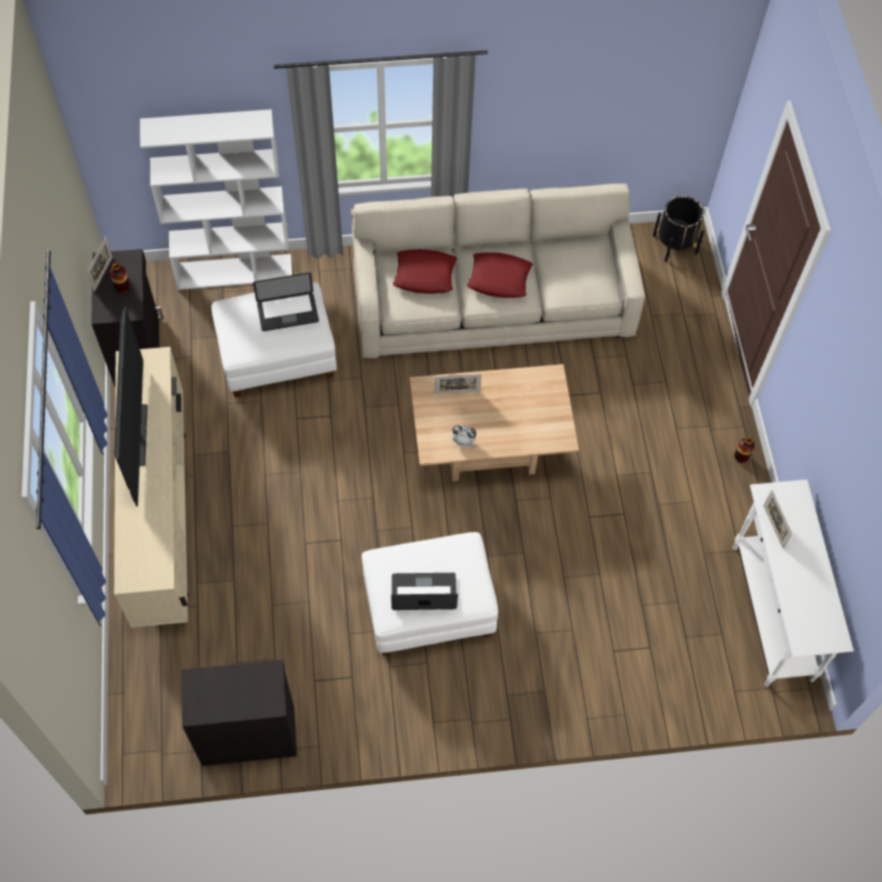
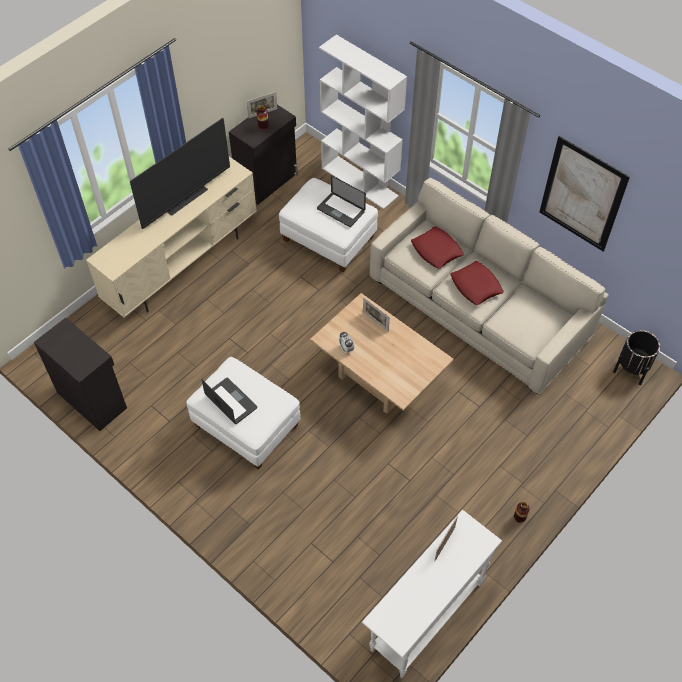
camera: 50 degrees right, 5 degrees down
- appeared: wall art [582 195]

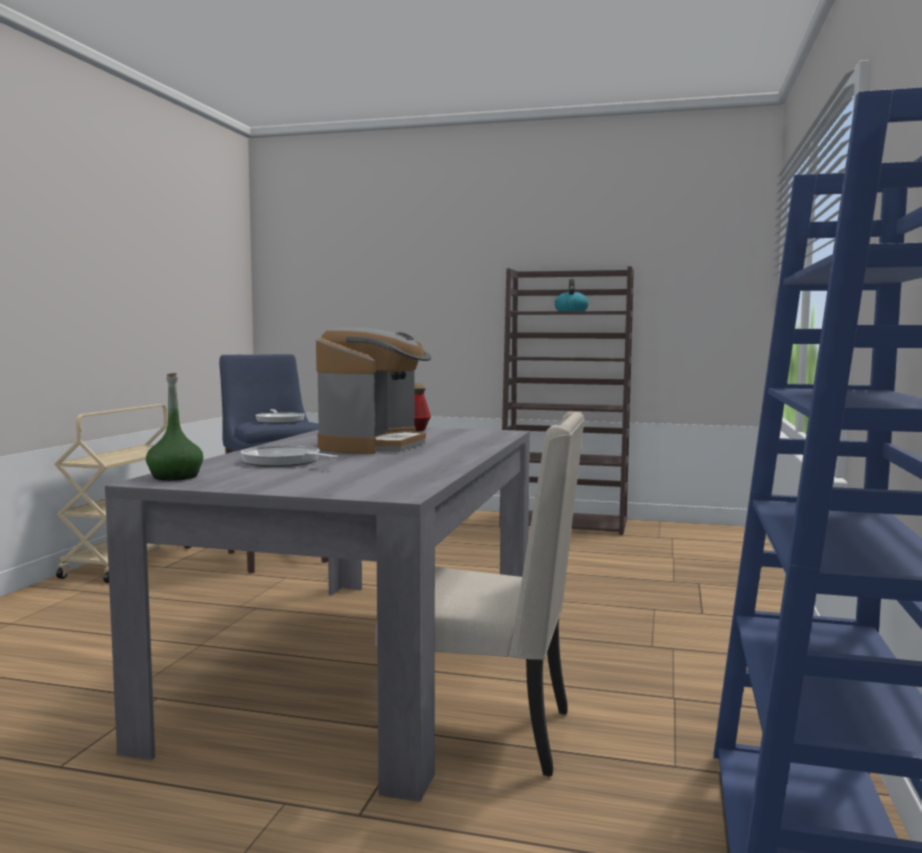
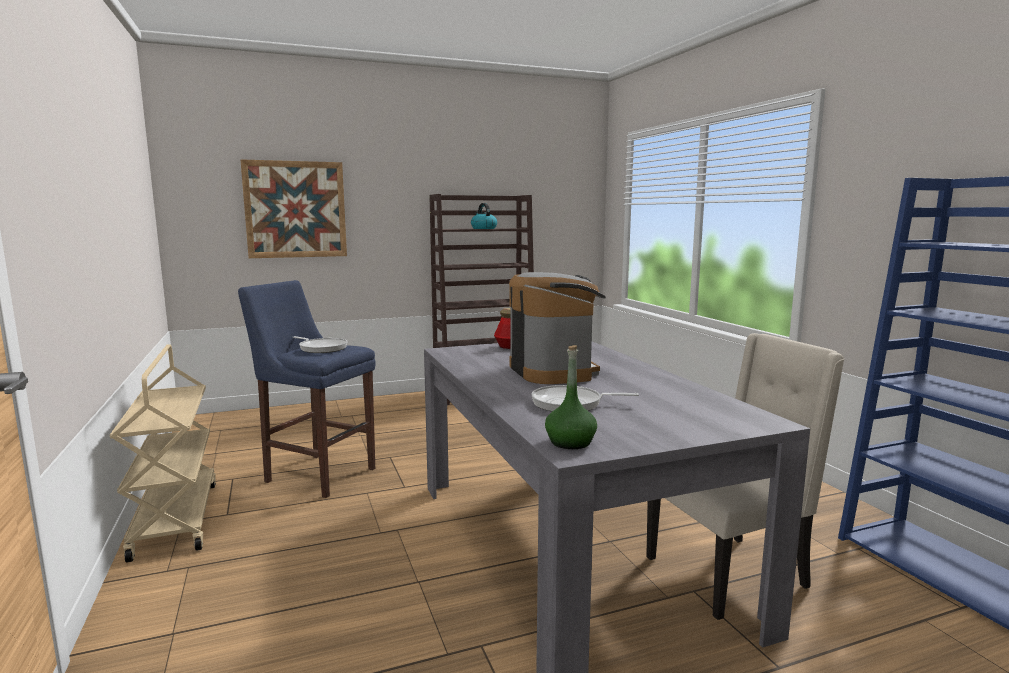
camera: 35 degrees left, 5 degrees up
- appeared: wall art [295 209]

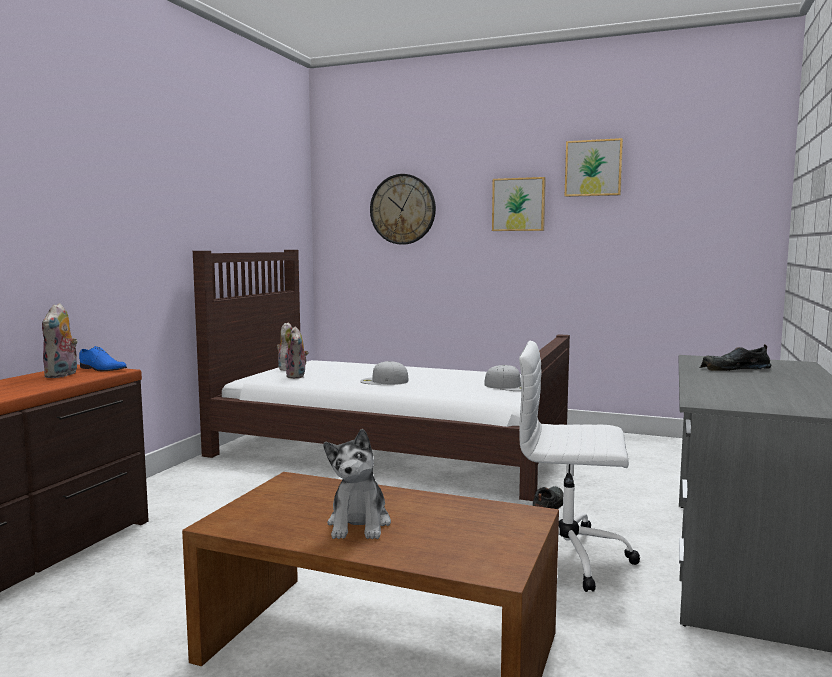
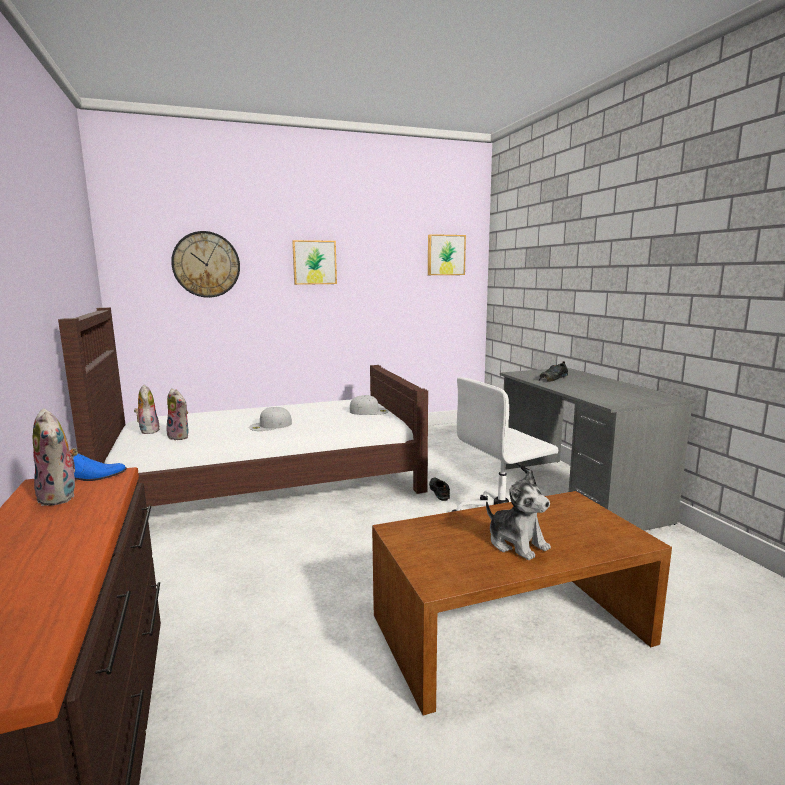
camera: 40 degrees left, 5 degrees up
- relocated: wall art [593 168] to [445 255]

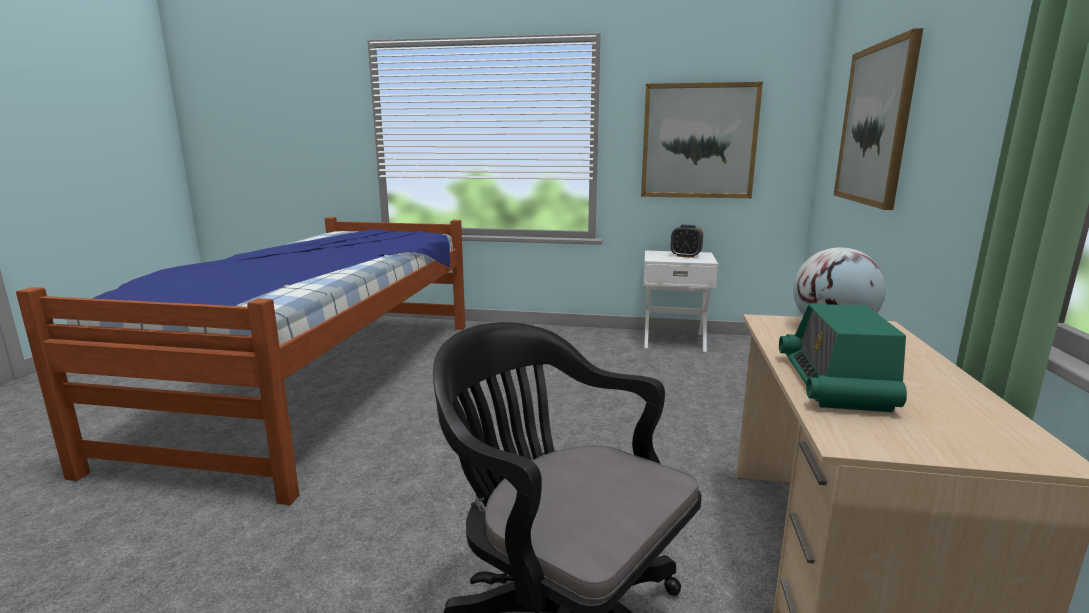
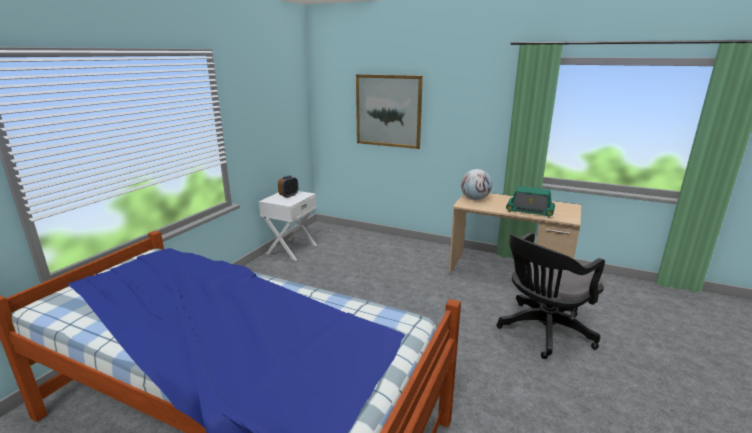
camera: 75 degrees left, 5 degrees up
- missing: wall art [698 141]

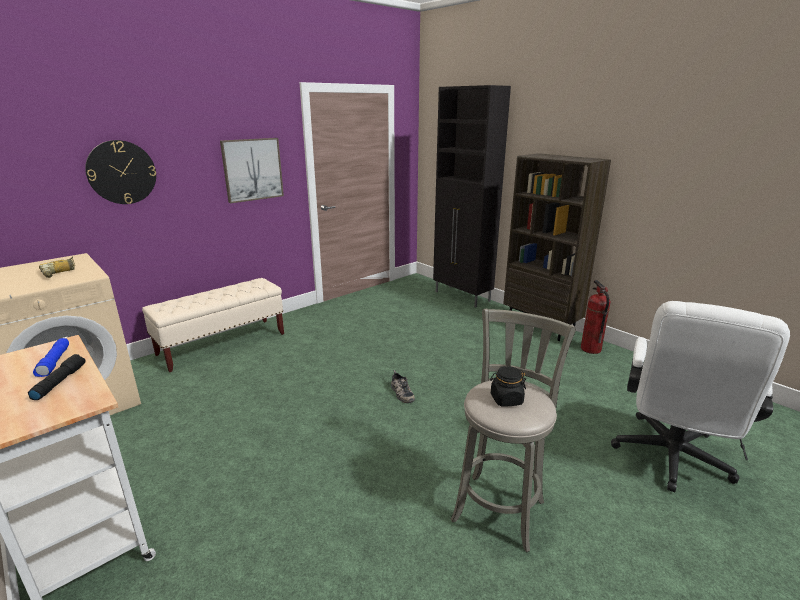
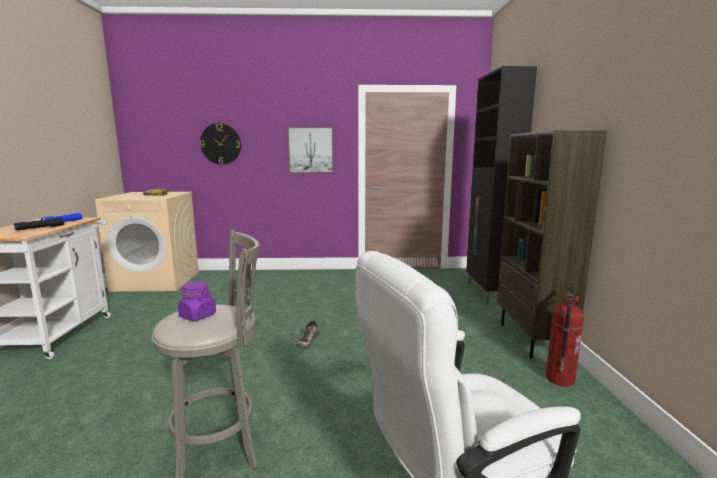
camera: 40 degrees right, 10 degrees down
- colour: black storage jar [506 399] to purple storage jar [197 316]
- missing: beige bench [222 344]

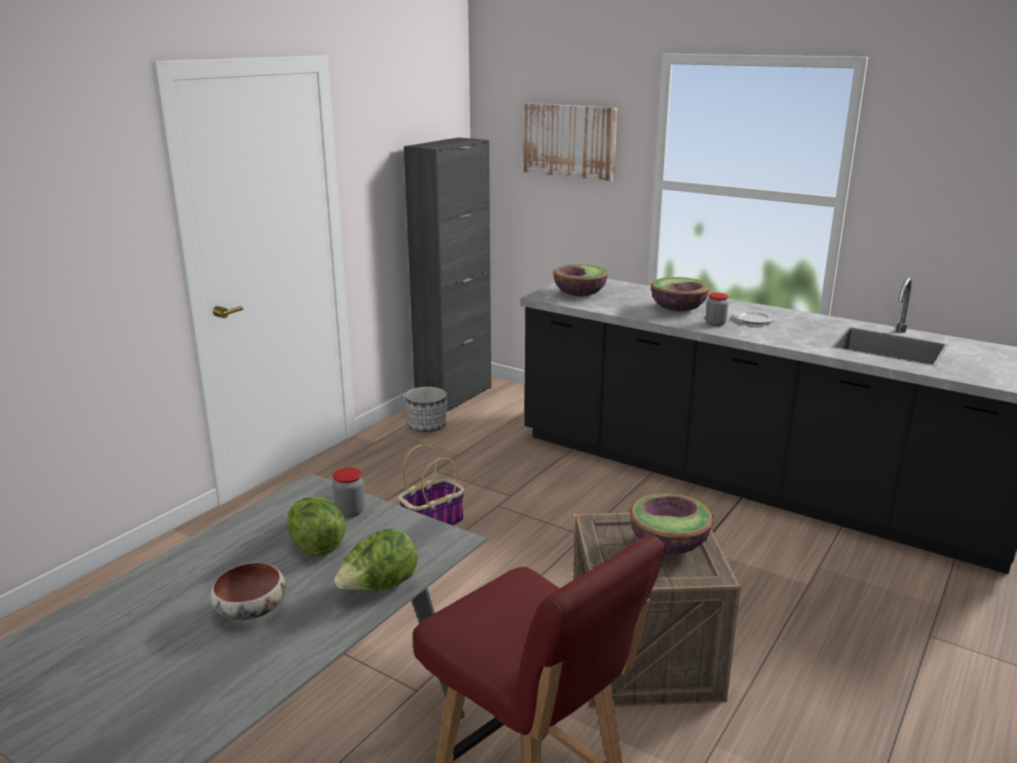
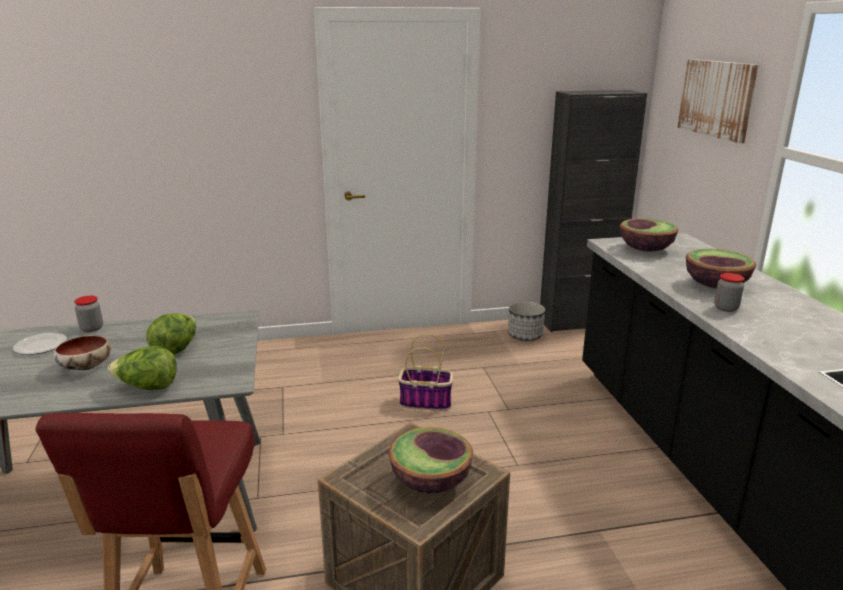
camera: 45 degrees right, 0 degrees up
- relocated: dinner plate [754 319] to [41 347]
- relocated: storage jar [350 512] to [92 328]

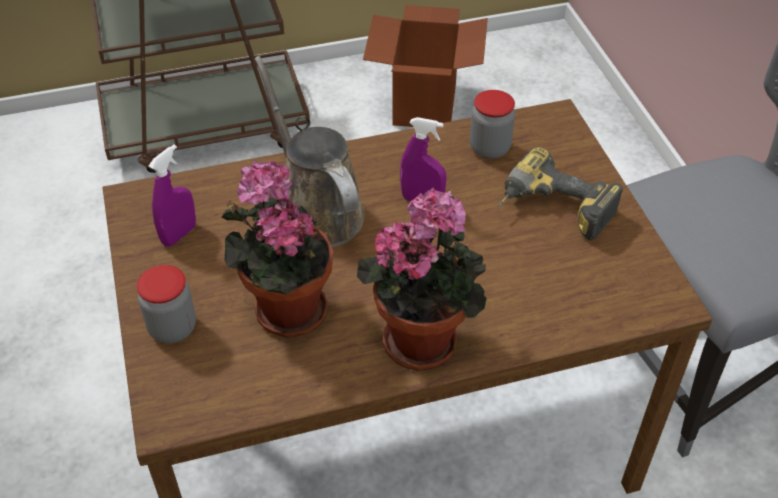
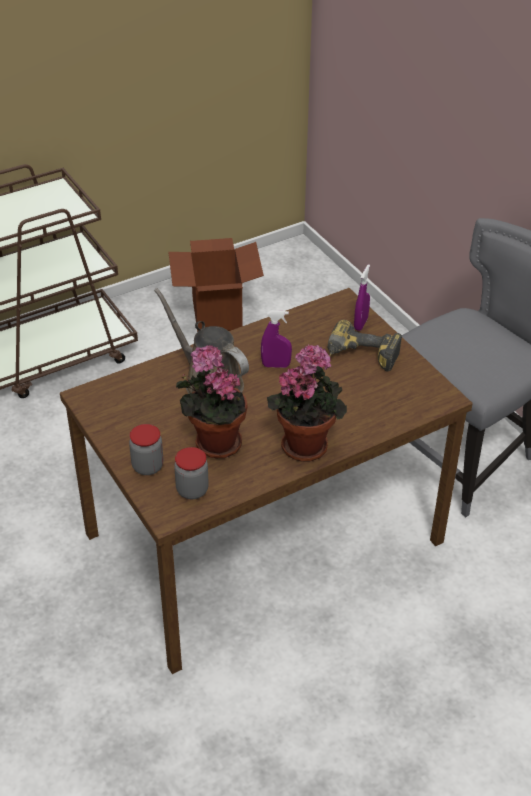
camera: 15 degrees left, 5 degrees down
- relocated: storage jar [489 148] to [192 490]
- relocated: purple sprayer [179 234] to [360 324]

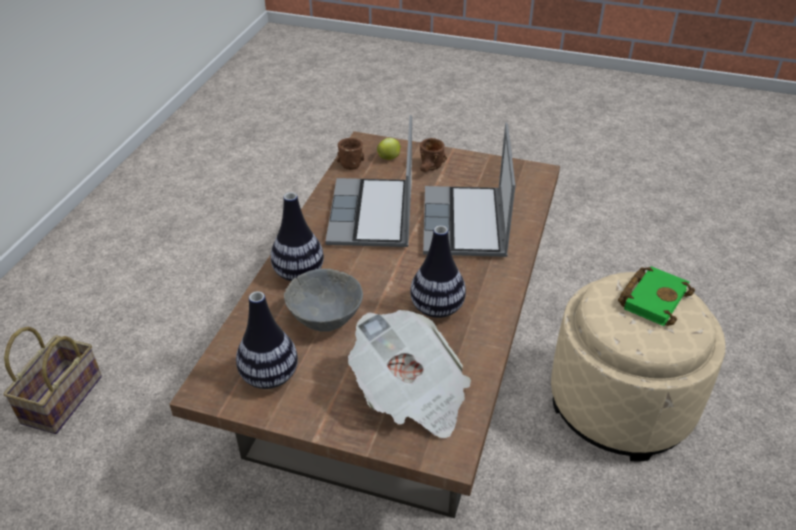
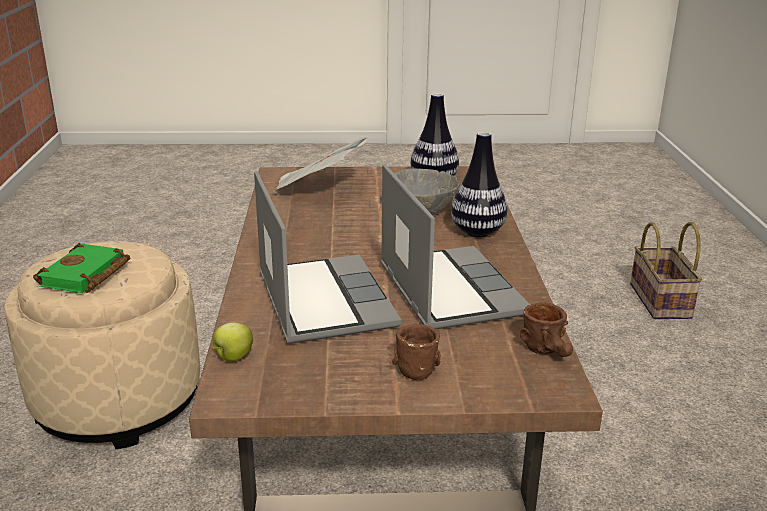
camera: 160 degrees right, 15 degrees down
- relocated: apple [389 158] to [233 357]
- missing: decorative vase [437 308]

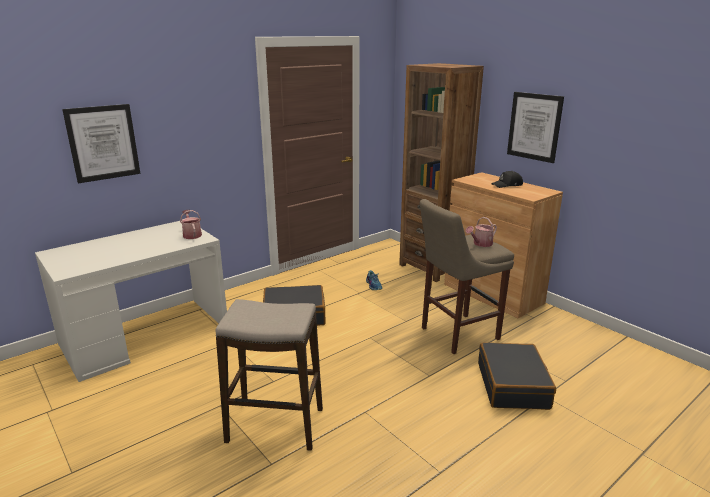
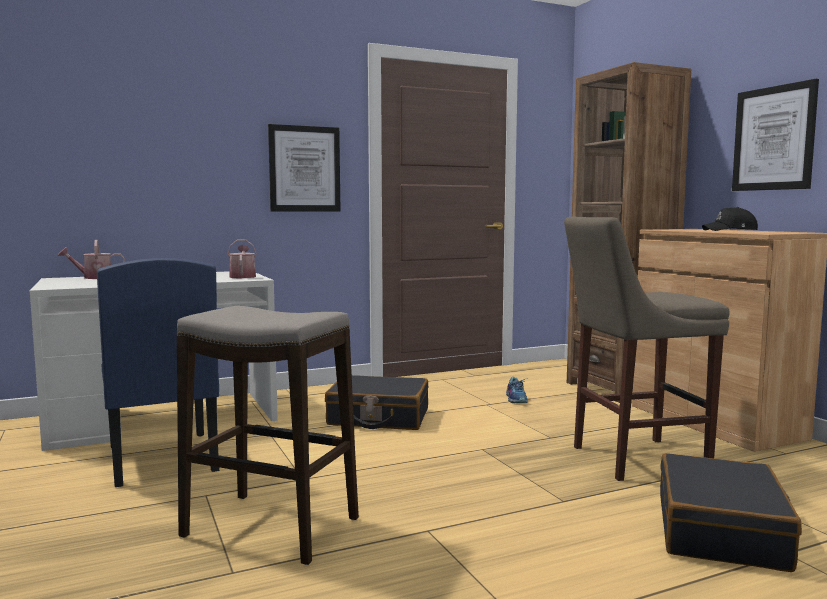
camera: 15 degrees right, 15 degrees down
- relocated: sprinkling can [480 244] to [93 277]
- appeared: blue upright chair [161 458]
- relocated: wall art [103 143] to [304 169]

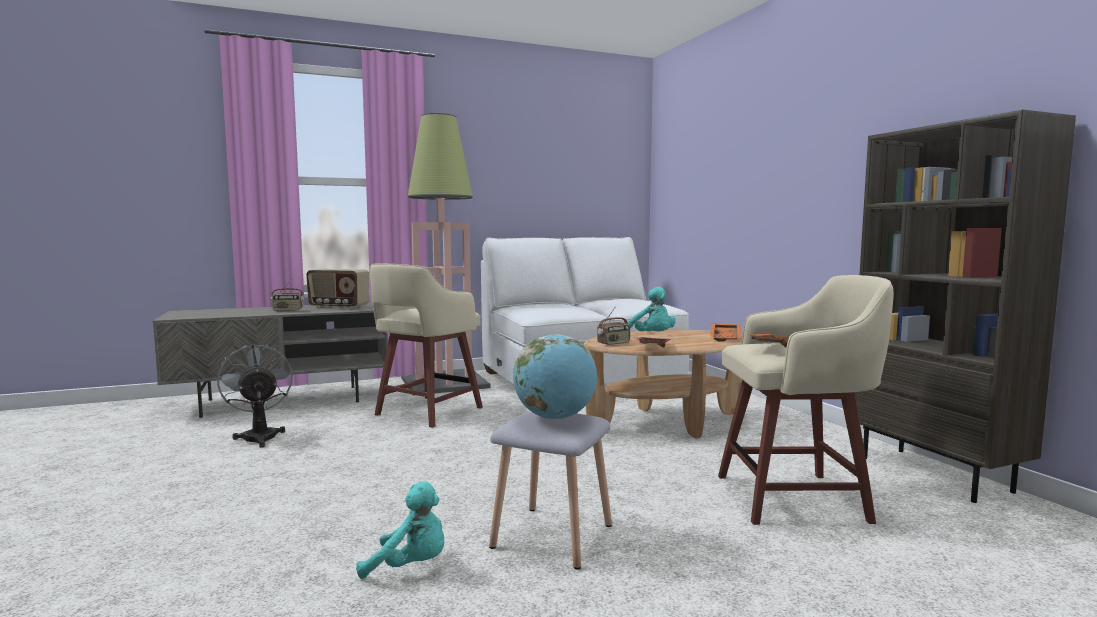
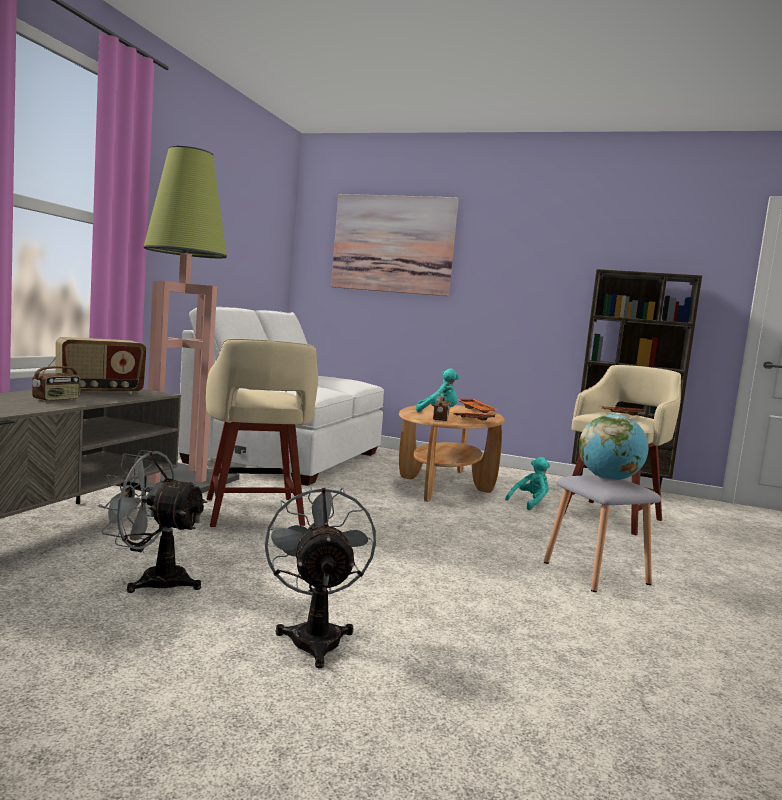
camera: 50 degrees left, 0 degrees up
- appeared: gray fan [315 636]
- appeared: wall art [393 244]
- relocated: turquoise-coloured soft toy [410 566] to [530 503]

